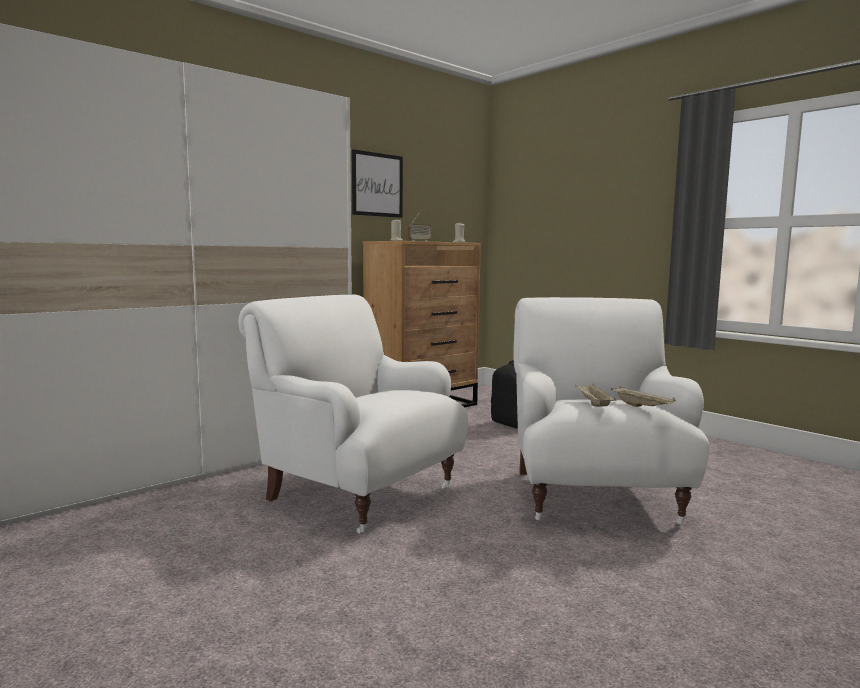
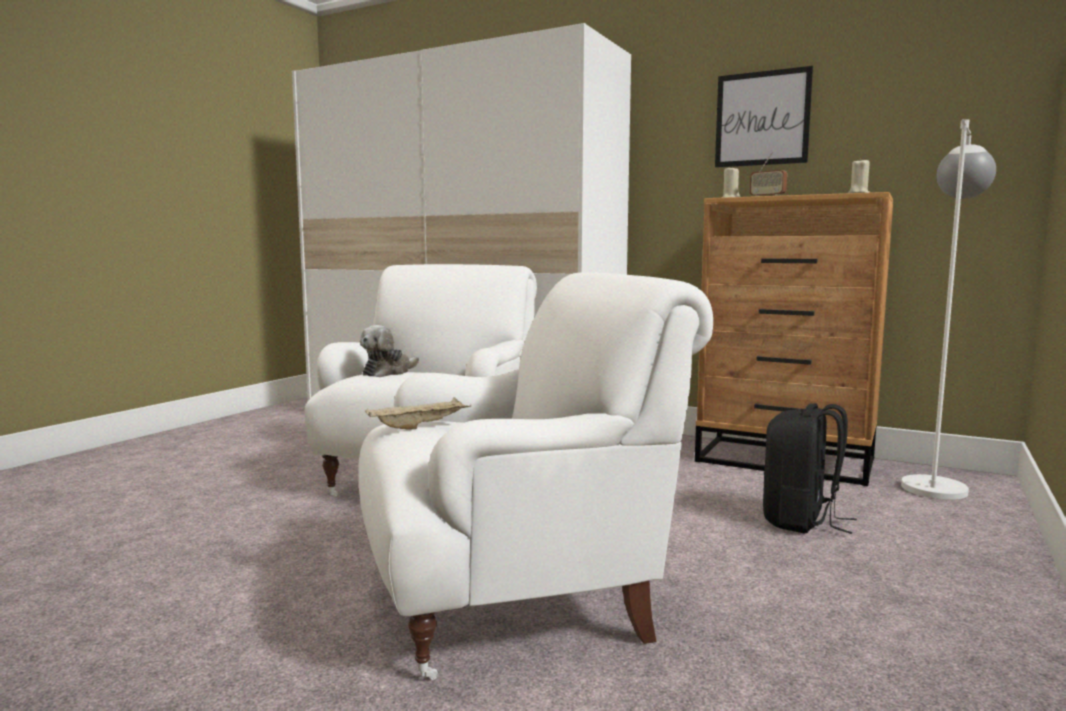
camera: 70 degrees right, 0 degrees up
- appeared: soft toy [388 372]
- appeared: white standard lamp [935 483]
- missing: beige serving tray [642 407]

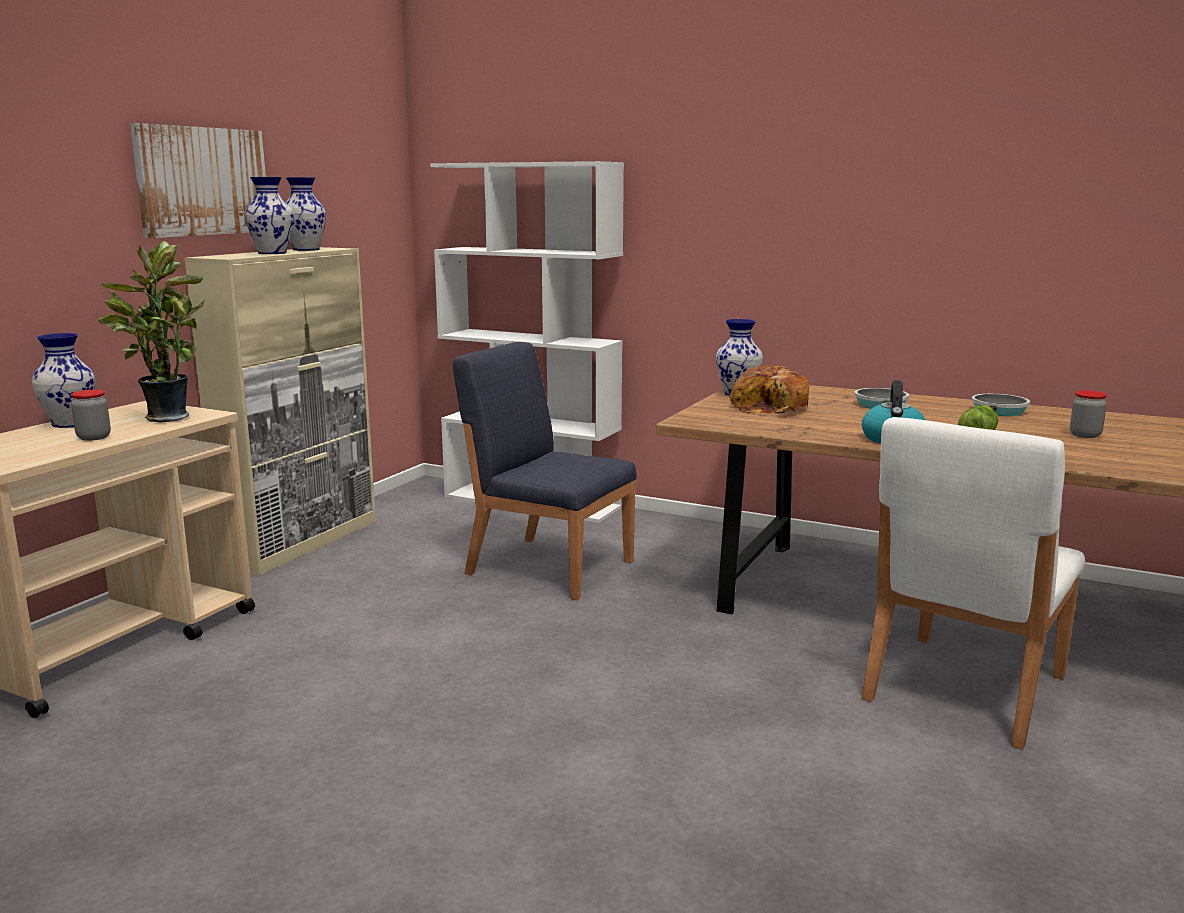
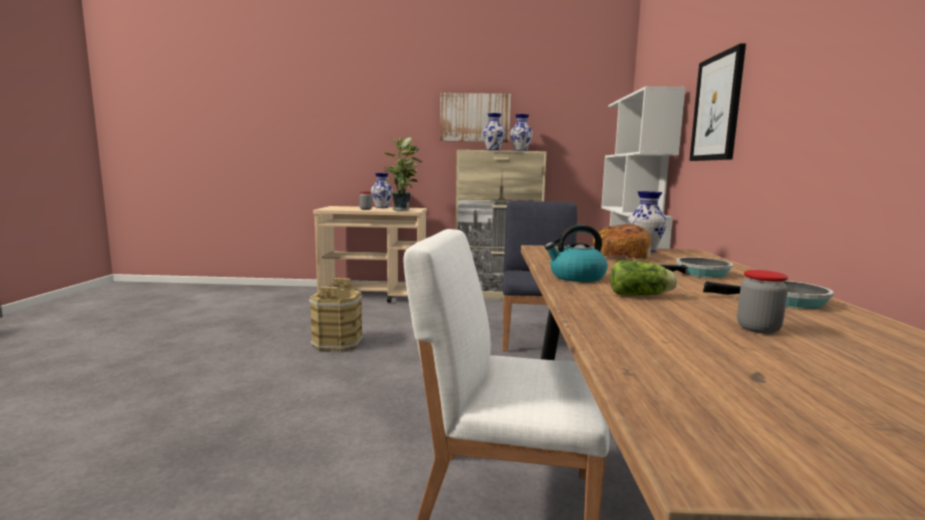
camera: 65 degrees right, 5 degrees down
- appeared: brown water bucket [338 343]
- appeared: wall art [717 108]

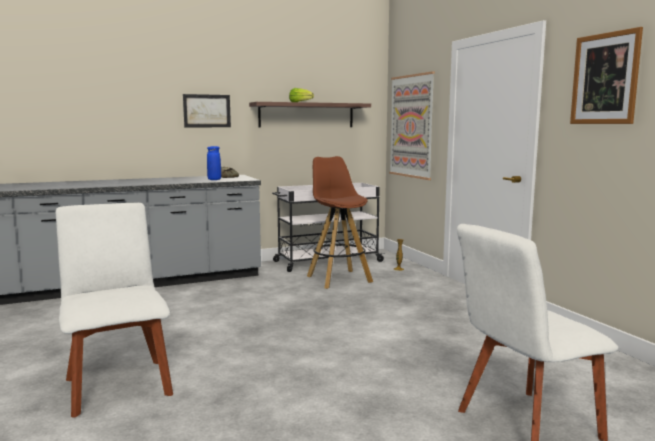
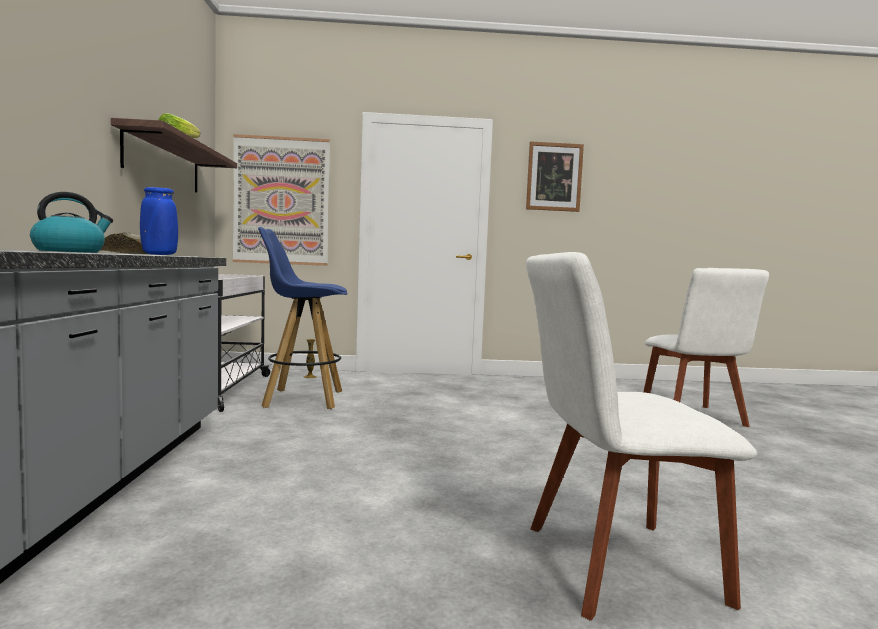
camera: 70 degrees left, 5 degrees down
- appeared: tea kettle [70 251]
- colour: brown stool seat [338 279] to blue stool seat [302 399]
- missing: wall art [207 111]

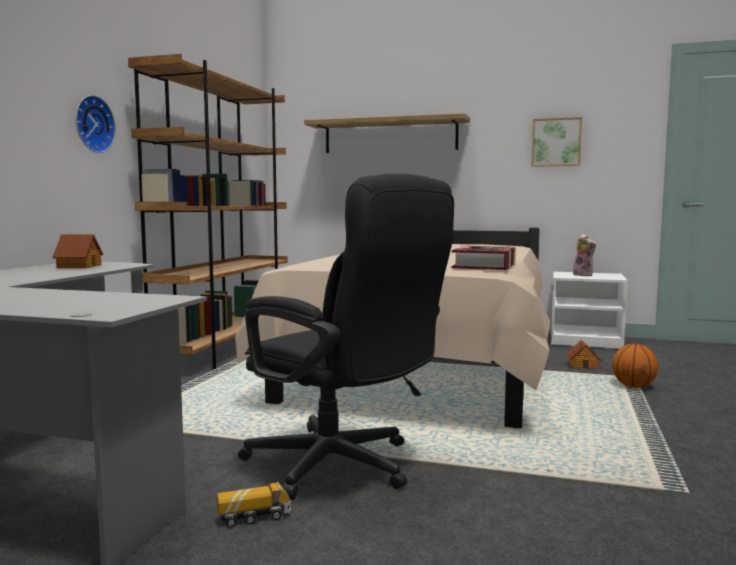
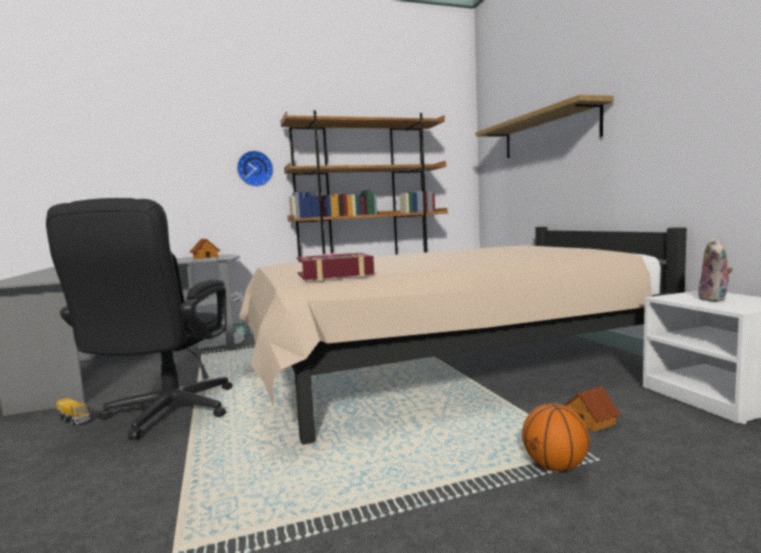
camera: 55 degrees right, 0 degrees up
- missing: wall art [556 142]

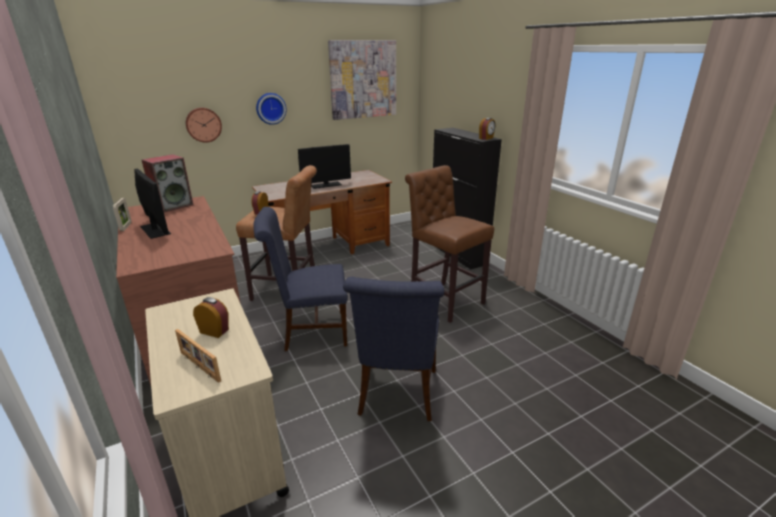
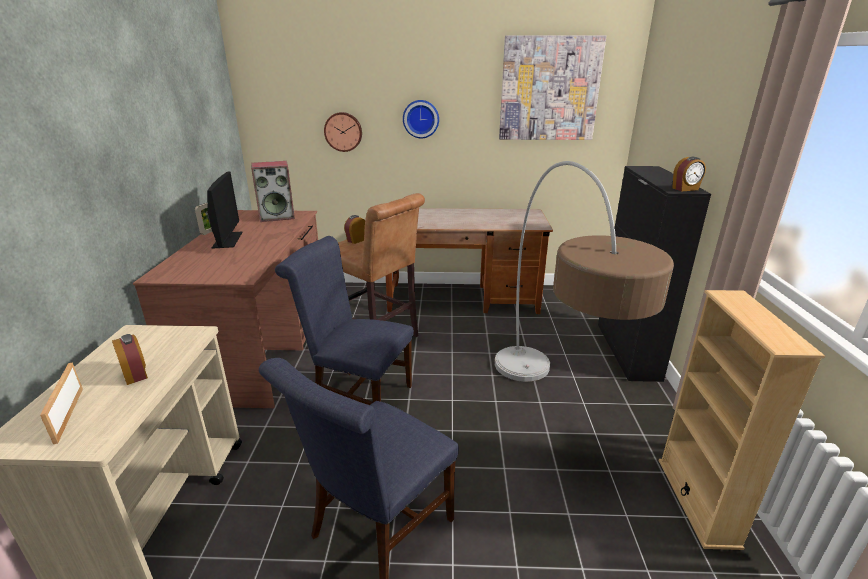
camera: 30 degrees right, 0 degrees up
- exchanged: brown stool seat [443 300] to standard lamp [551 414]
- appeared: beige bookcase [697 501]
- missing: computer display [326 185]

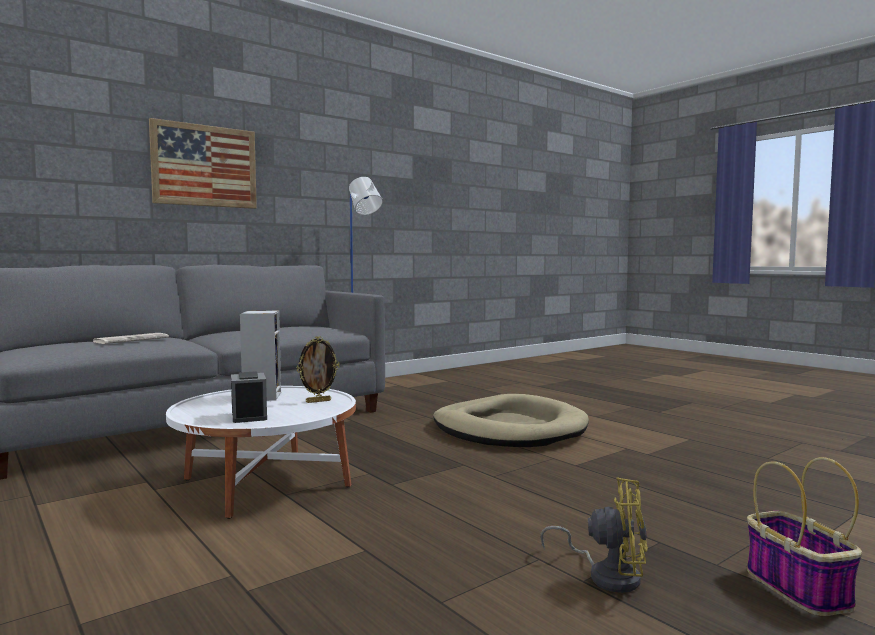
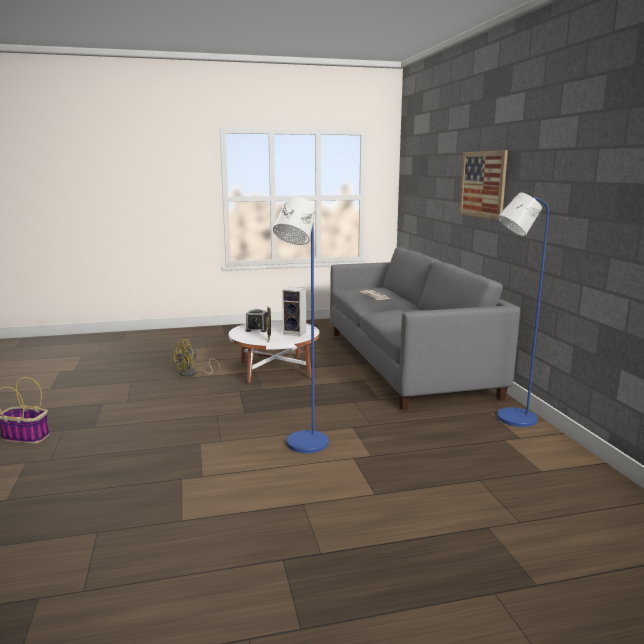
camera: 115 degrees right, 10 degrees up
- relocated: yellowish fan [607 575] to [192 374]
- exchanged: beige pet bed [509 429] to blue standard lamp [303 446]

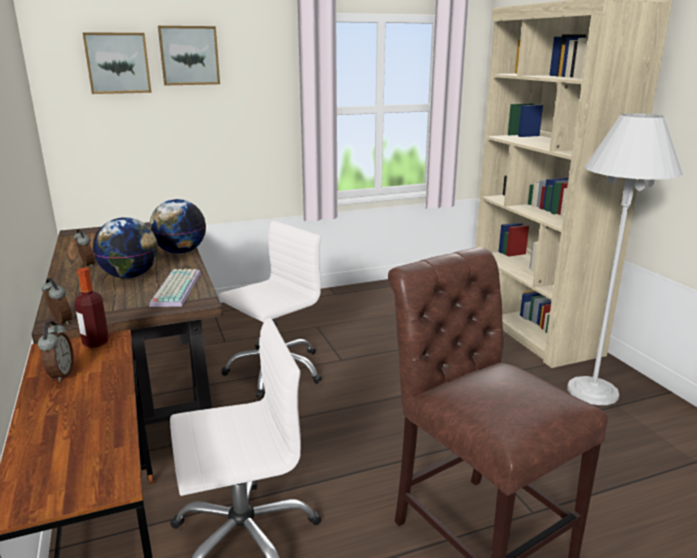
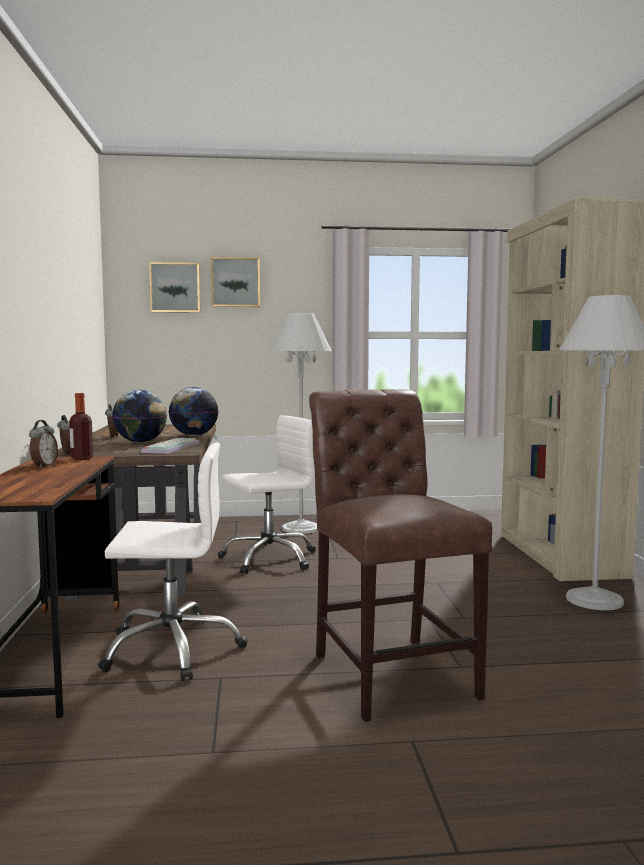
camera: 15 degrees right, 15 degrees down
- appeared: white standard lamp [301 528]

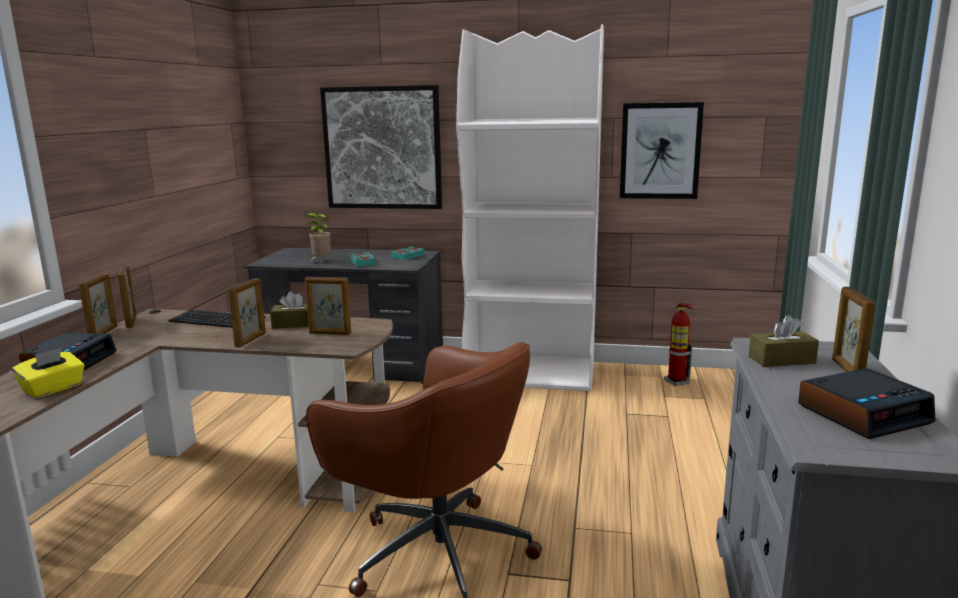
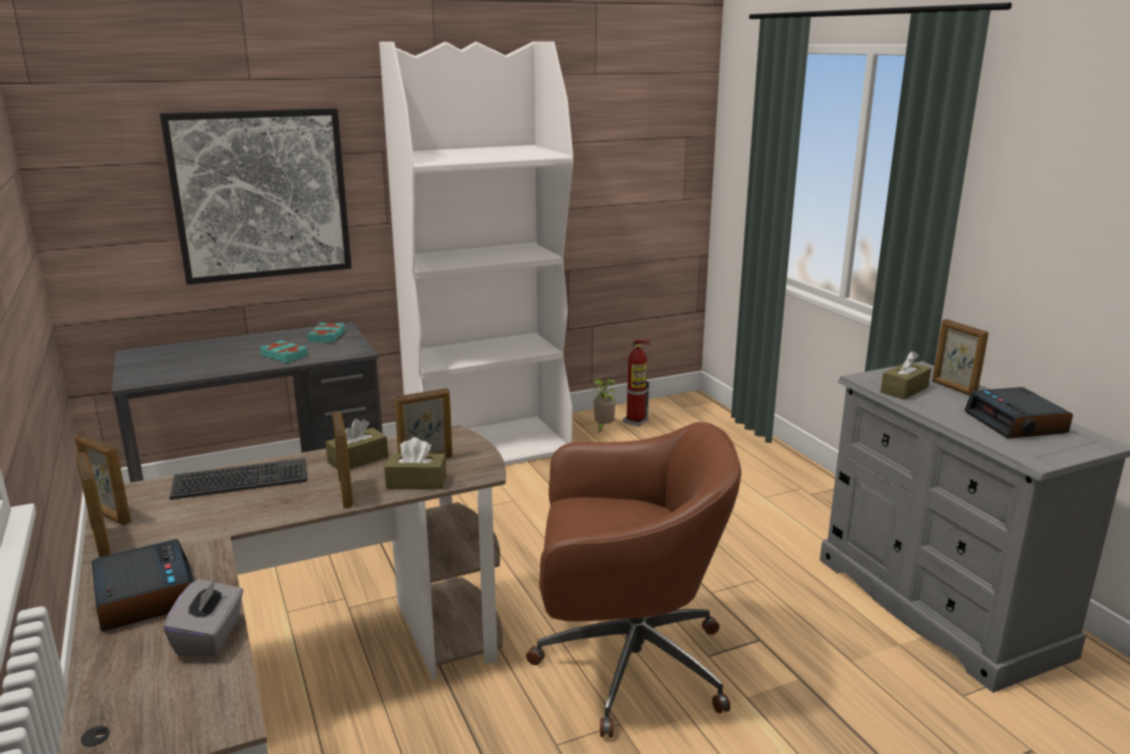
camera: 35 degrees left, 5 degrees up
- colour: yellowish box of tissues [53 389] to gray box of tissues [210 637]
- appeared: brown box of tissues [416 482]
- relocated: plant in a pot [320 261] to [603 428]
- spun: alarm clock [863 413] = [1016 423] 135 degrees clockwise
- missing: wall art [660 151]

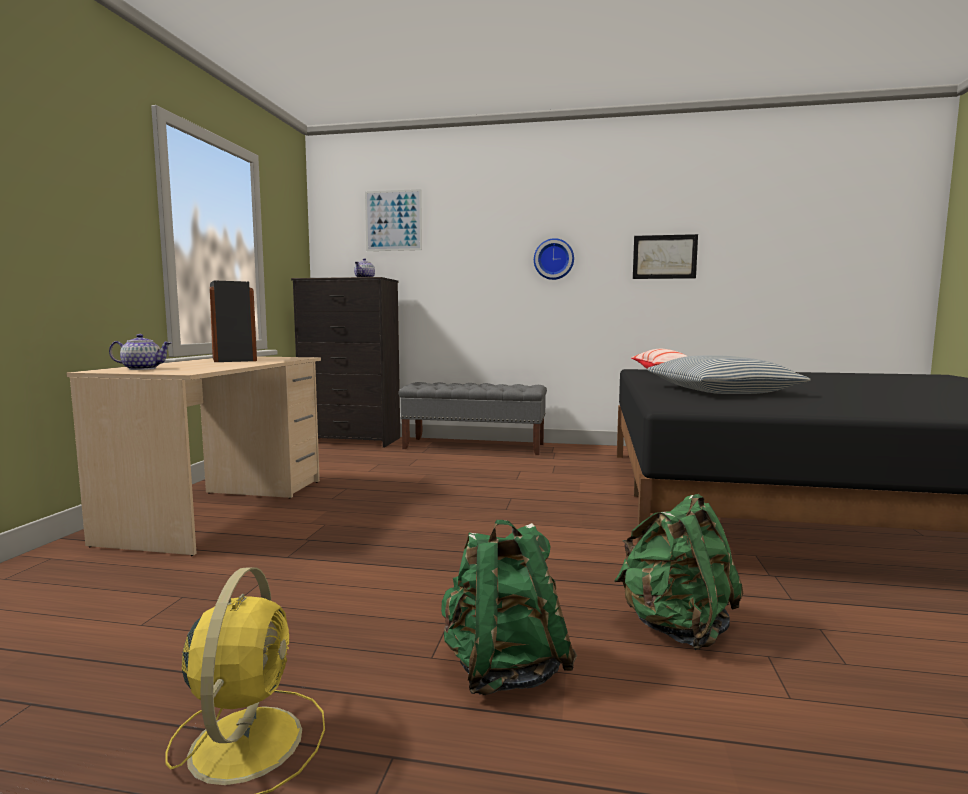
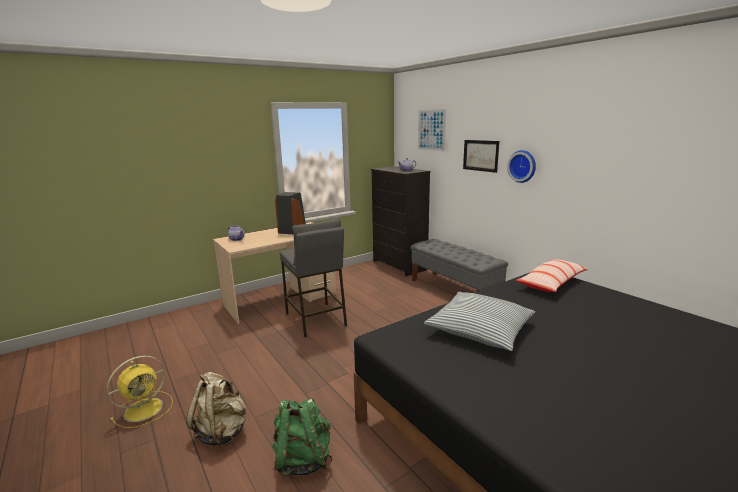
camera: 45 degrees right, 10 degrees up
- colour: green-coloured rucksack [503 670] to beige rucksack [222 432]
- appeared: gray stool seat [316 319]
- relocated: wall art [664 257] to [480 155]

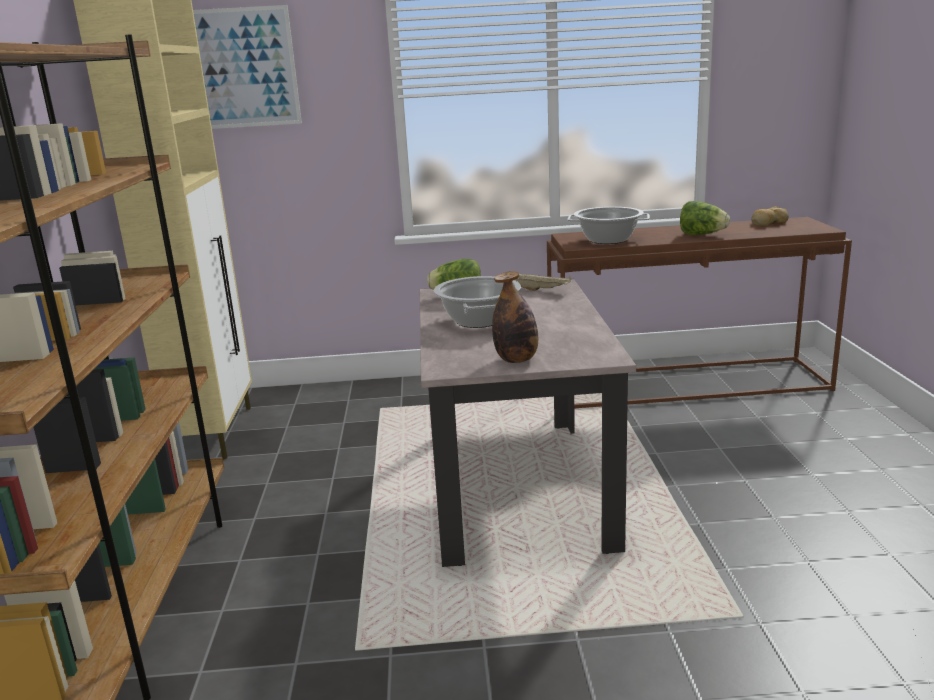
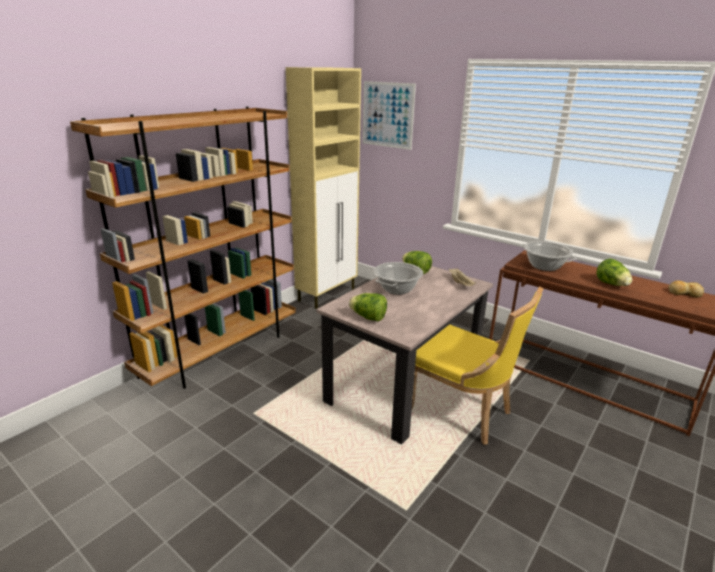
camera: 40 degrees right, 5 degrees up
- exchanged: beverage bottle [516 360] to head of lettuce [368 317]
- appeared: yellowish upright chair [463 412]

